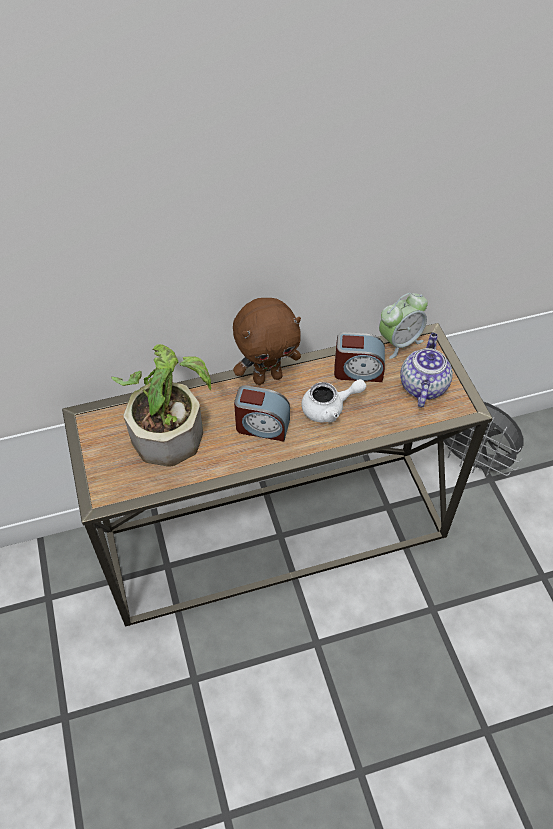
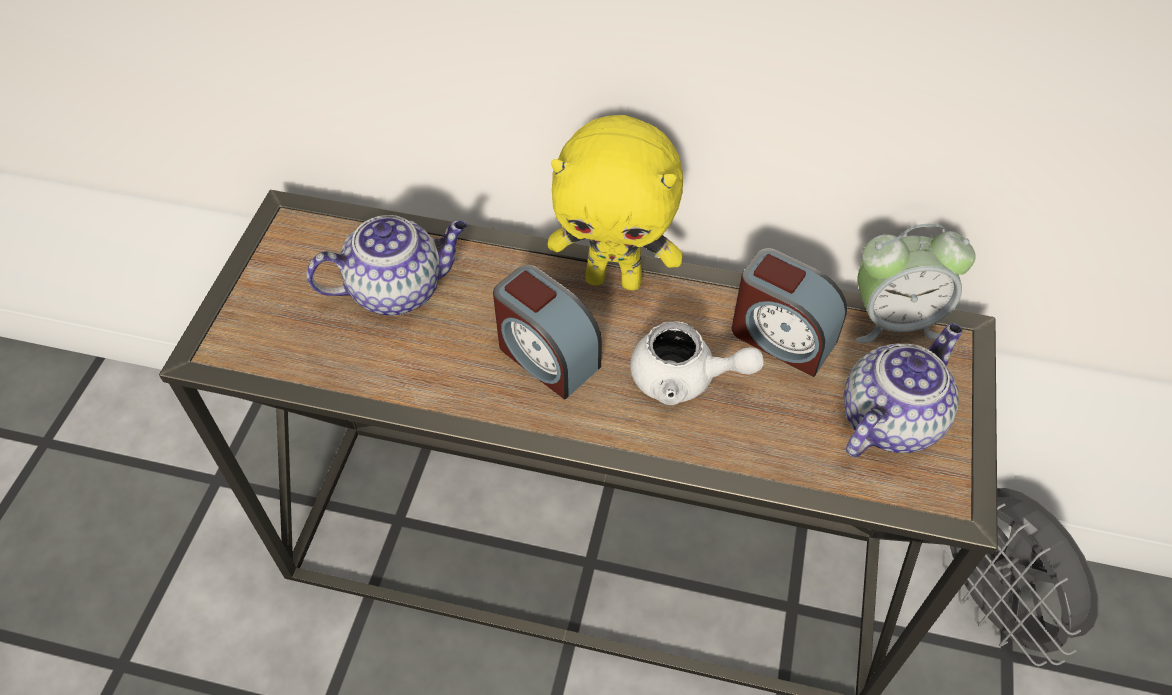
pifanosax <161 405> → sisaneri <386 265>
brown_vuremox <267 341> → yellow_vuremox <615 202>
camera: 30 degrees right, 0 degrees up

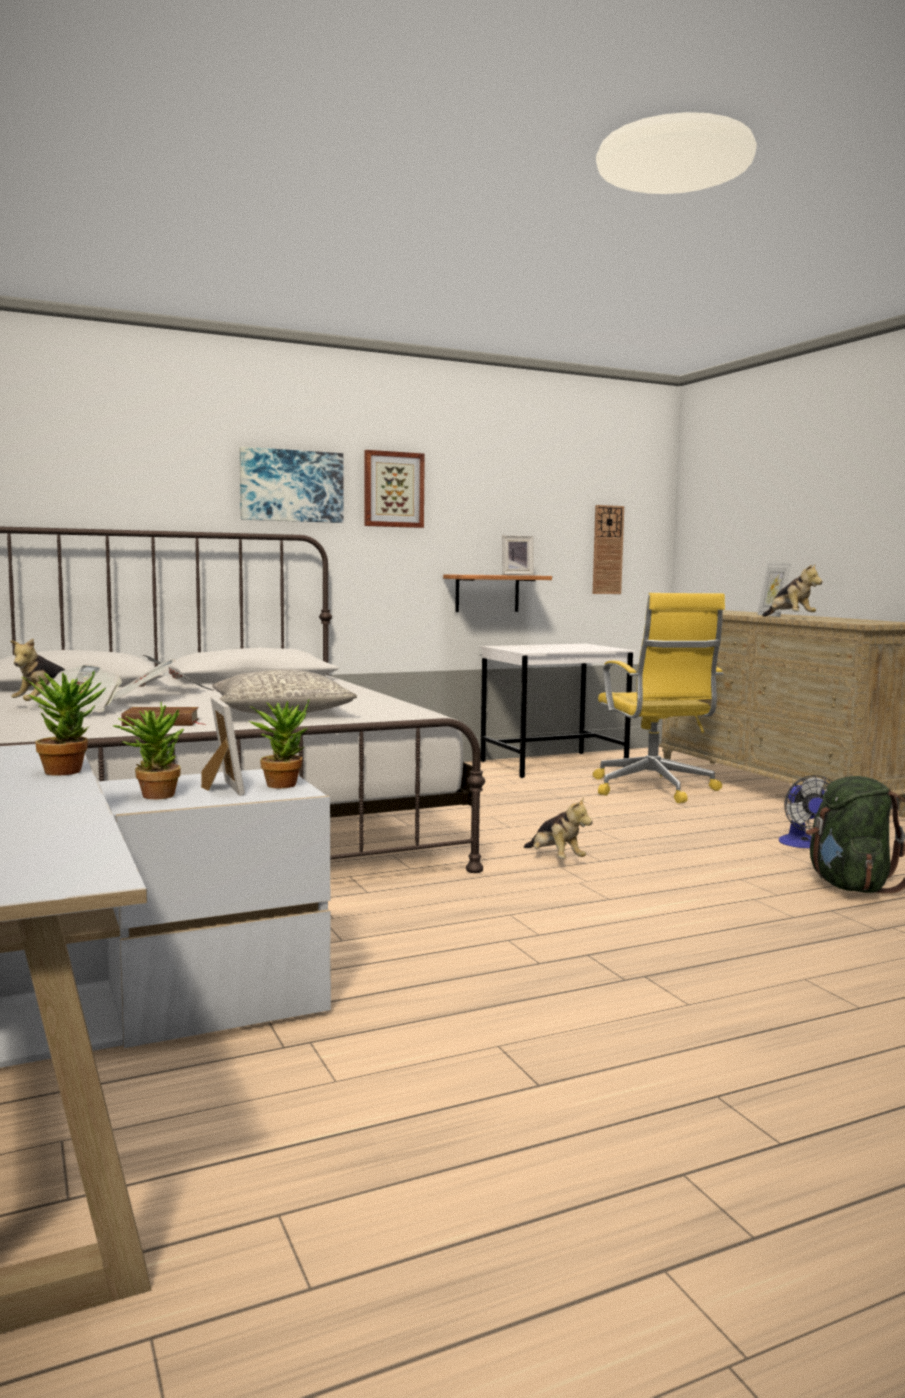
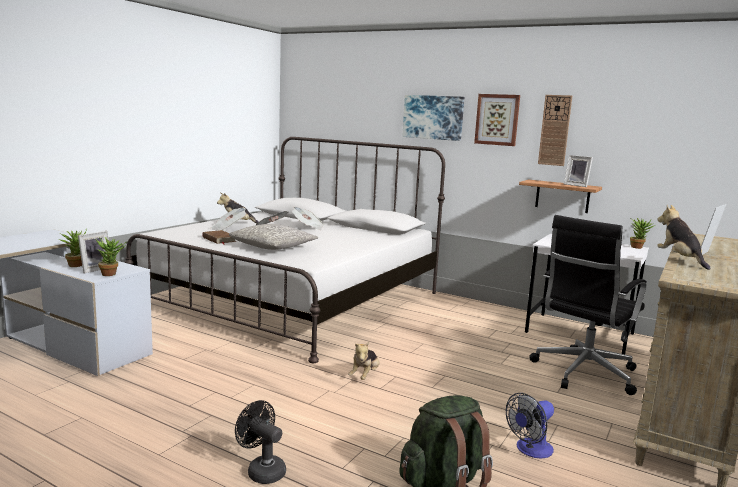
- → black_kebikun <260 442>
pifanosax <63 723> → pifanosax <642 233>, shifted
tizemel <608 549> → tizemel <555 130>, shifted
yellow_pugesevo <659 698> → black_pugesevo <588 305>
vuremox <792 590> → vuremox <684 237>, 135 degrees clockwise
camera: 55 degrees right, 5 degrees up

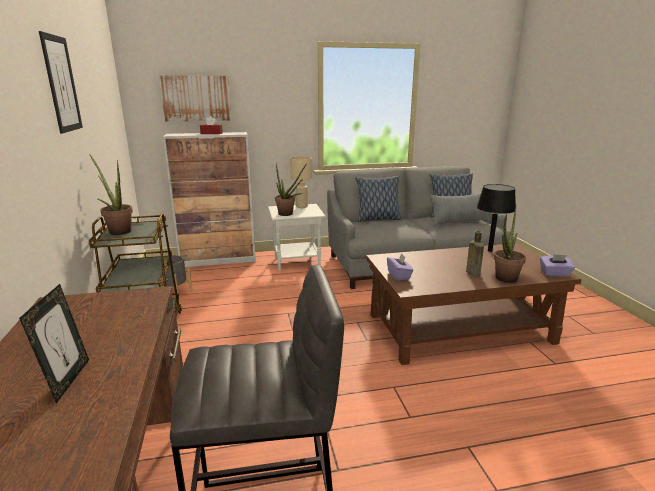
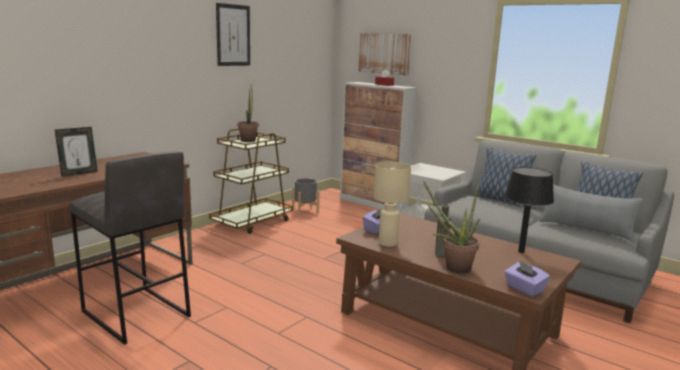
pifanosax <291 189> → -
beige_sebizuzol <301 182> → beige_sebizuzol <392 204>, shifted
camera: 50 degrees right, 5 degrees down

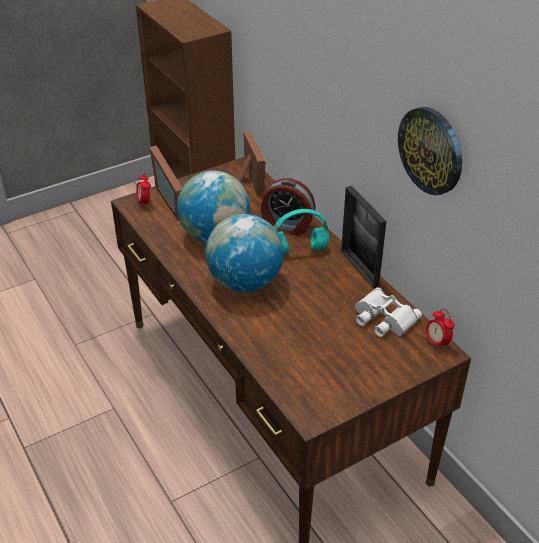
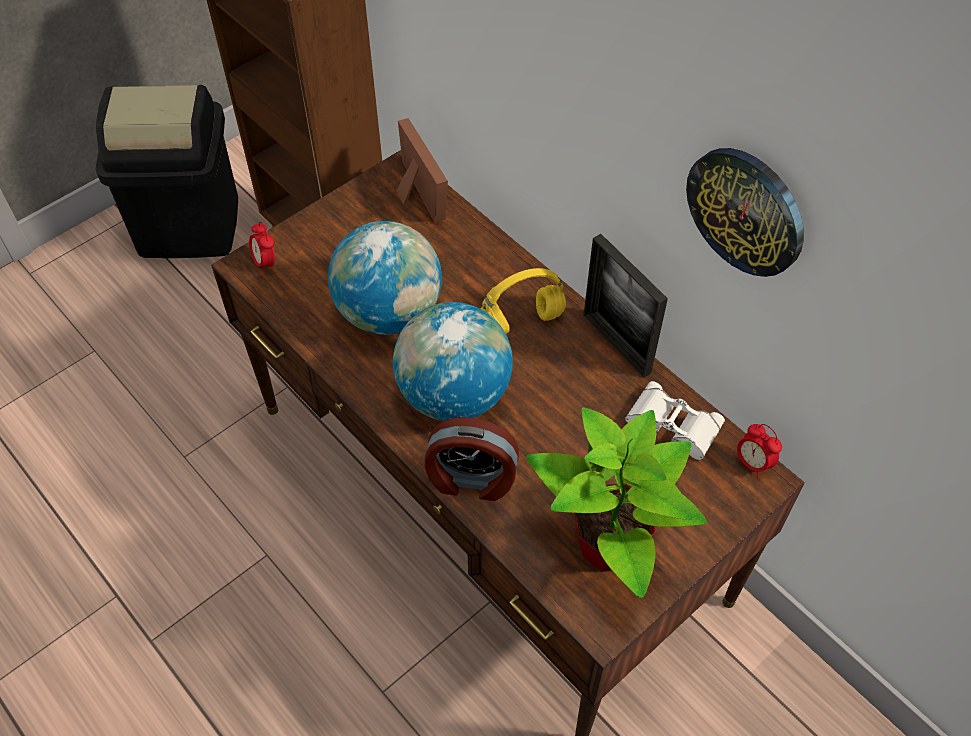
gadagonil <166 183> → -
- → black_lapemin <167 171>
- → pifanosax <616 502>
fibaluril <288 207> → fibaluril <472 459>, shifted
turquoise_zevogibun <301 231> → yellow_zevogibun <523 301>
camera: 10 degrees left, 15 degrees up

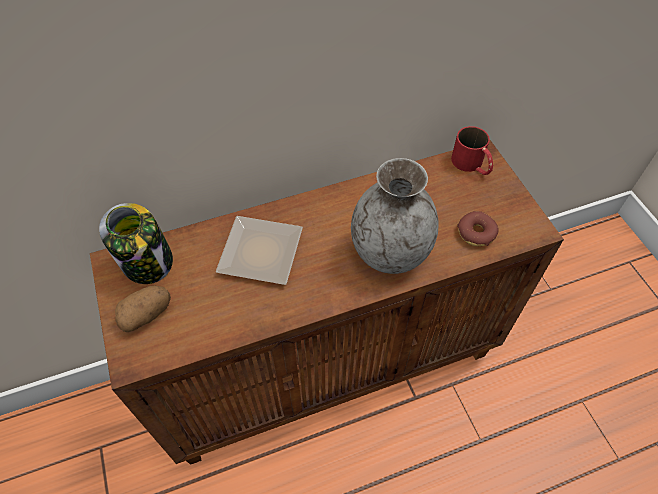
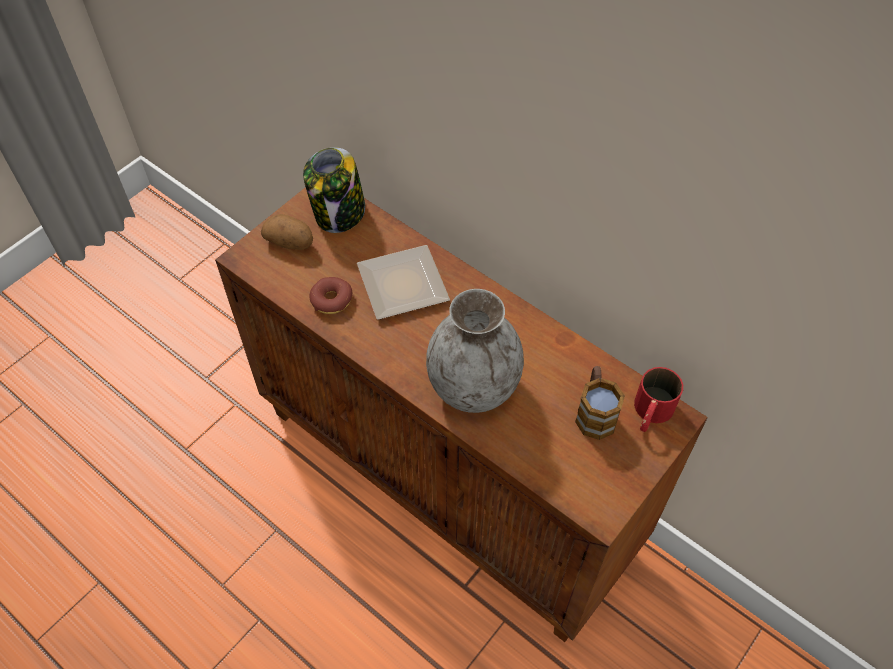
- → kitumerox <600 403>
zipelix <478 228> → zipelix <331 295>, shifted
camera: 60 degrees right, 0 degrees up

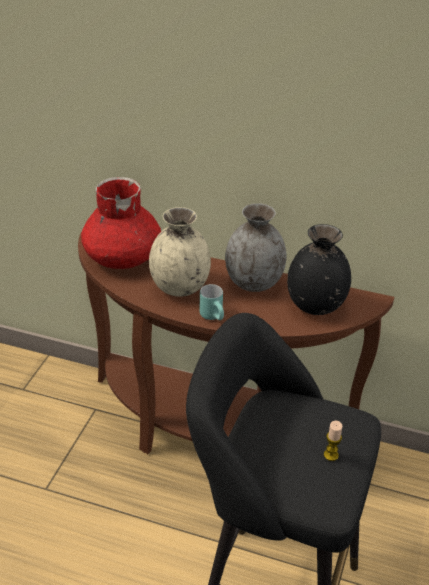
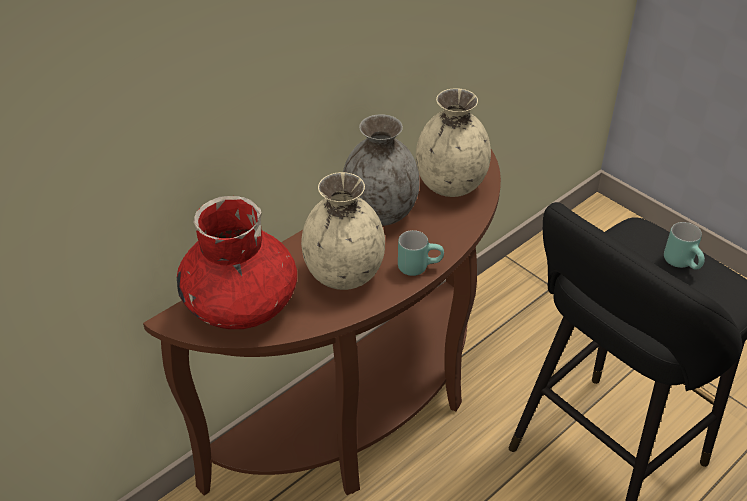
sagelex <333 441> → turquoise_kitumerox <684 246>
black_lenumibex <319 269> → beige_lenumibex <453 142>
camera: 60 degrees left, 5 degrees up

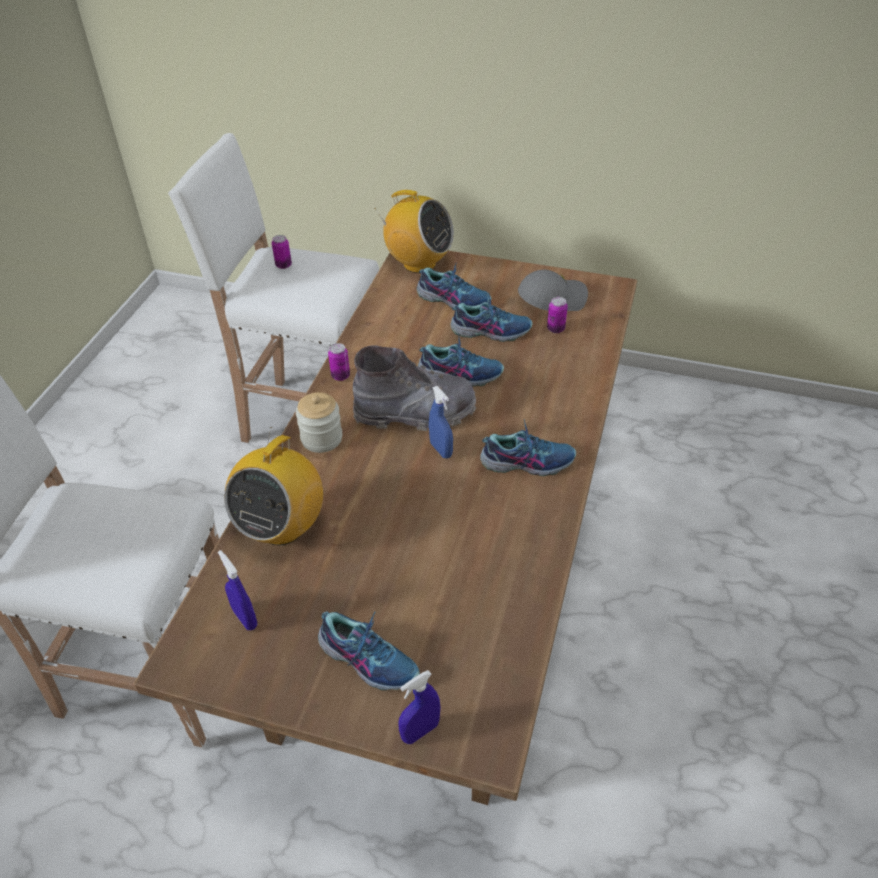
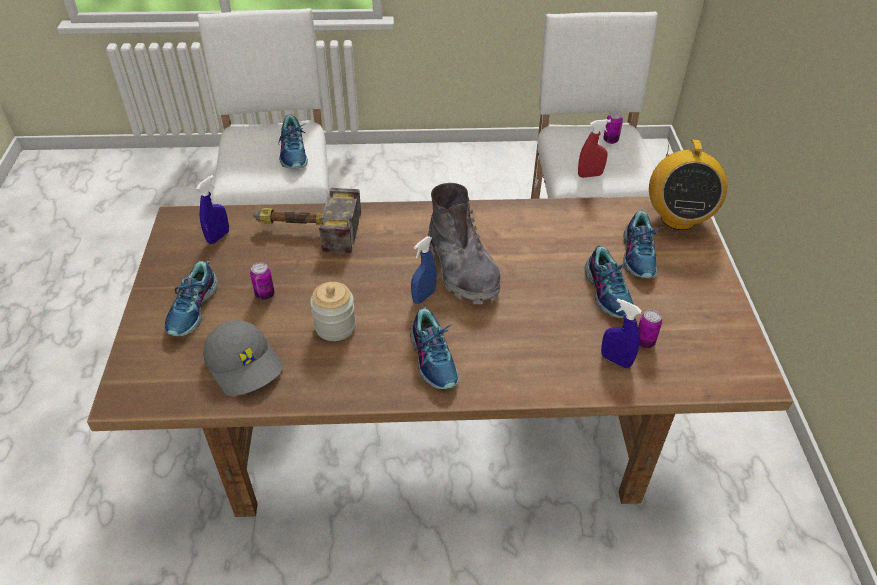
- → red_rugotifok <594 148>
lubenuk <319 422> → lubenuk <333 311>, shifted
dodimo <339 362> → dodimo <262 281>, shifted
blue_rugotifok <419 707> → blue_rugotifok <621 333>, shifted
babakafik <461 360> → babakafik <293 141>, shifted
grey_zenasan <553 290> → grey_zenasan <243 358>, shifted
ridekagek <273 486> → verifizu <307 220>
camera: 70 degrees right, 0 degrees up

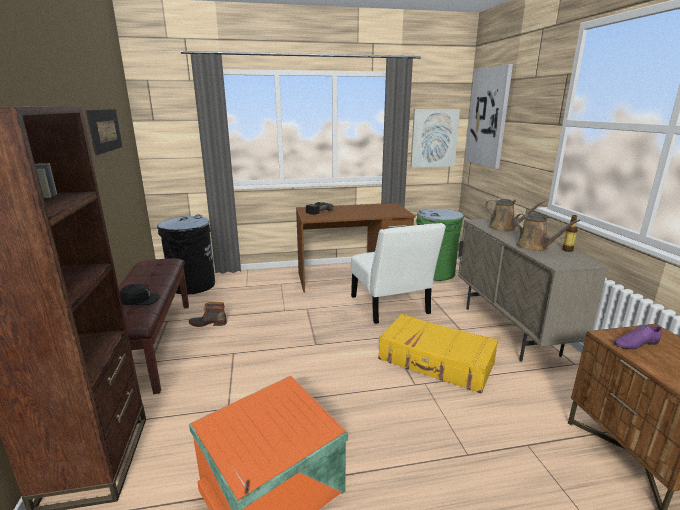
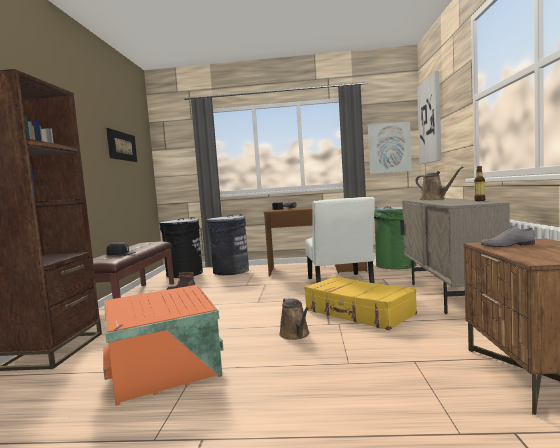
- → grey_lapemin <227 244>
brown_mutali <547 232> → brown_mutali <294 319>, shifted
purple_babakafik <638 337> → grey_babakafik <508 236>
camera: 15 degrees right, 15 degrees down

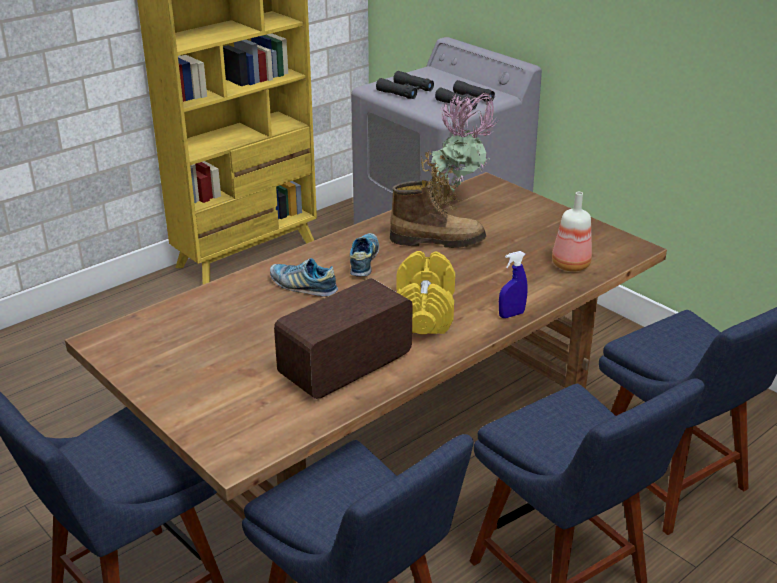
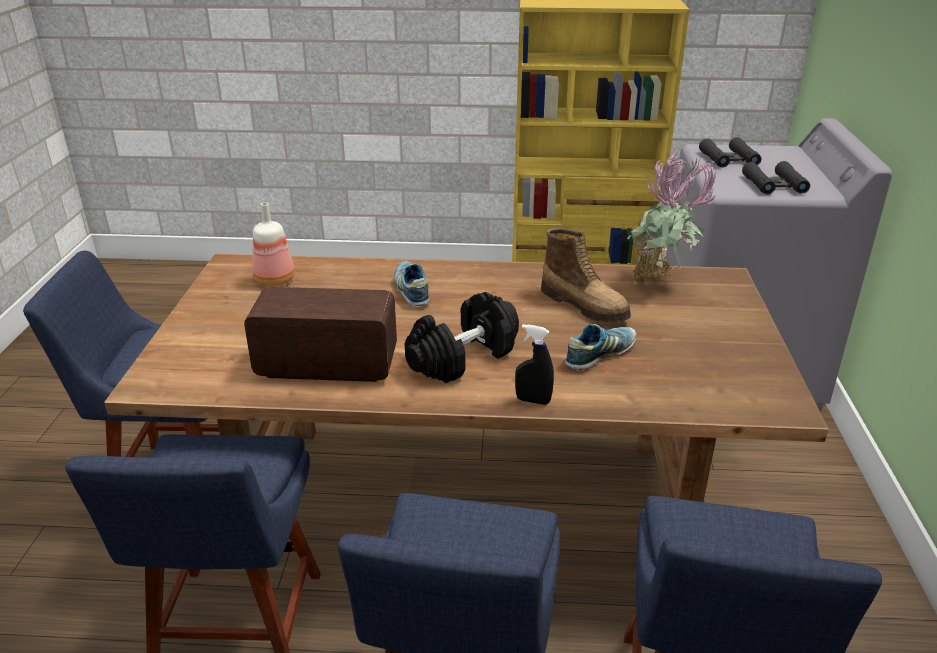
babakafik <364 254> → babakafik <600 347>, shifted
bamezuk <572 232> → bamezuk <274 244>, shifted
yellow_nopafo <426 293> → black_nopafo <462 337>
blue_rugotifok <513 284> → black_rugotifok <534 364>
camera: 45 degrees right, 0 degrees up

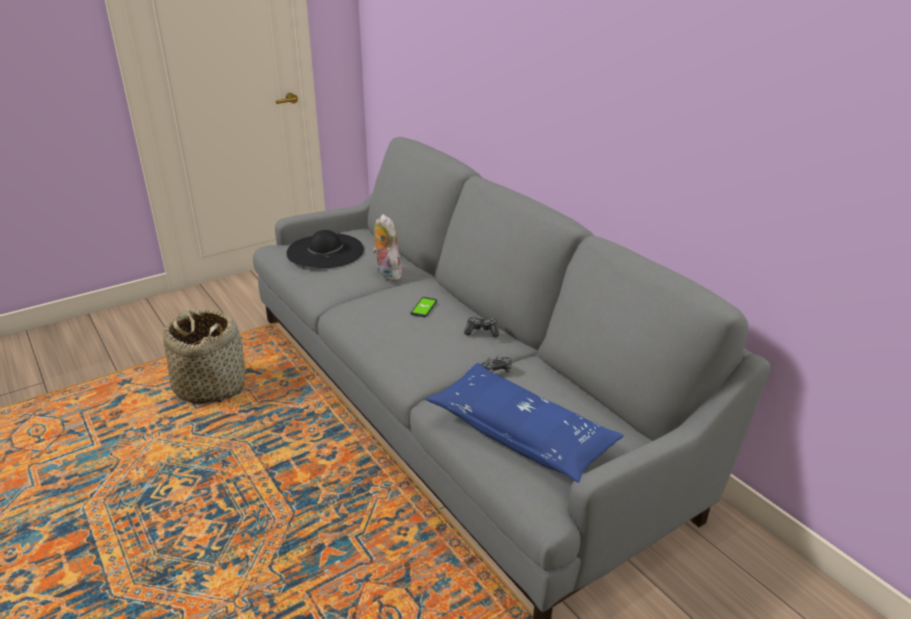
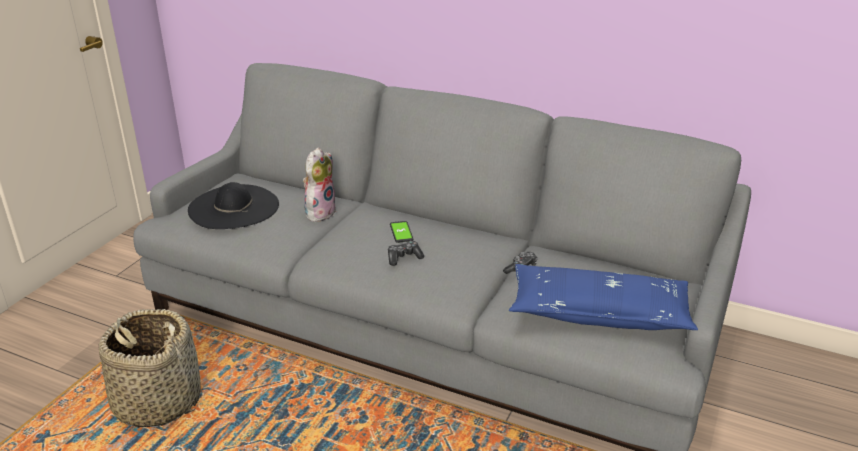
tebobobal <481 327> → tebobobal <406 253>, shifted
vuremox <387 247> → vuremox <320 184>, 90 degrees clockwise
camera: 30 degrees left, 0 degrees up

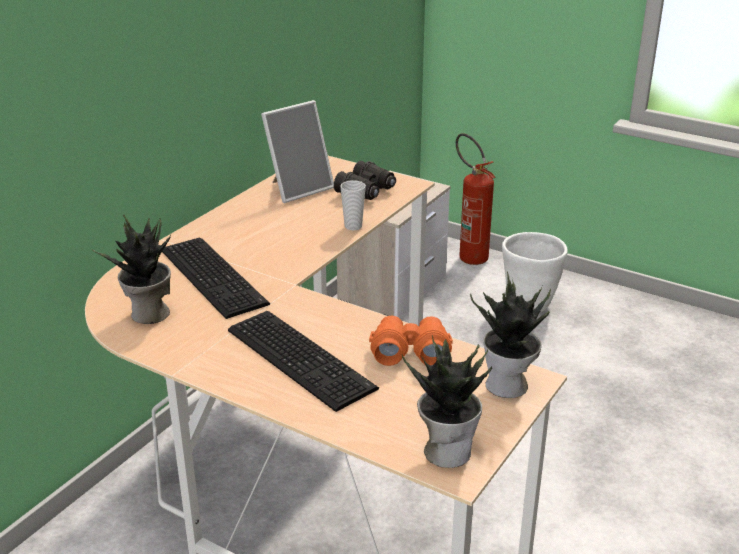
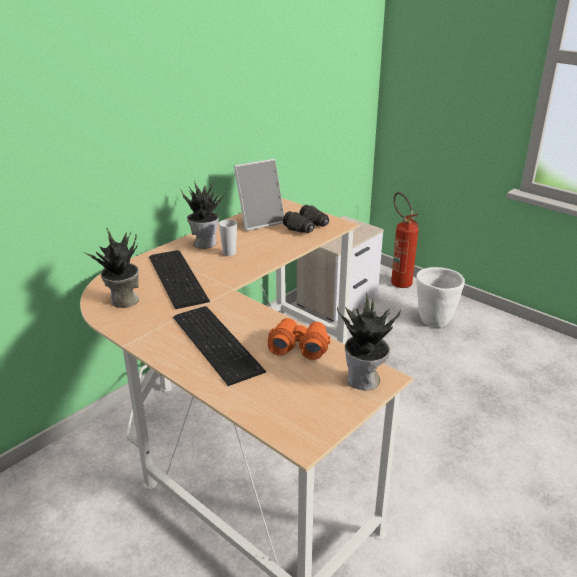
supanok <353 205> → supanok <228 237>, shifted
pifanosax <447 402> → pifanosax <203 214>, shifted
camera: 10 degrees right, 0 degrees up

